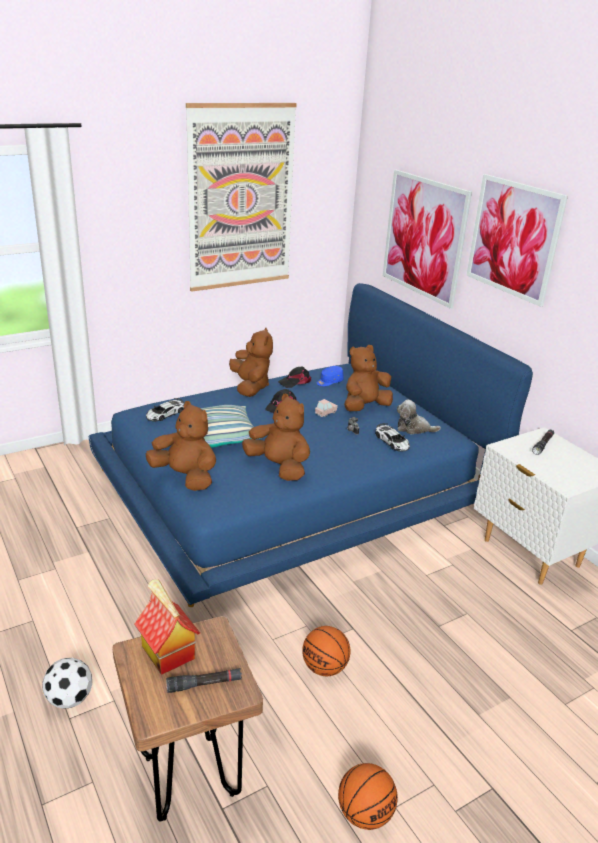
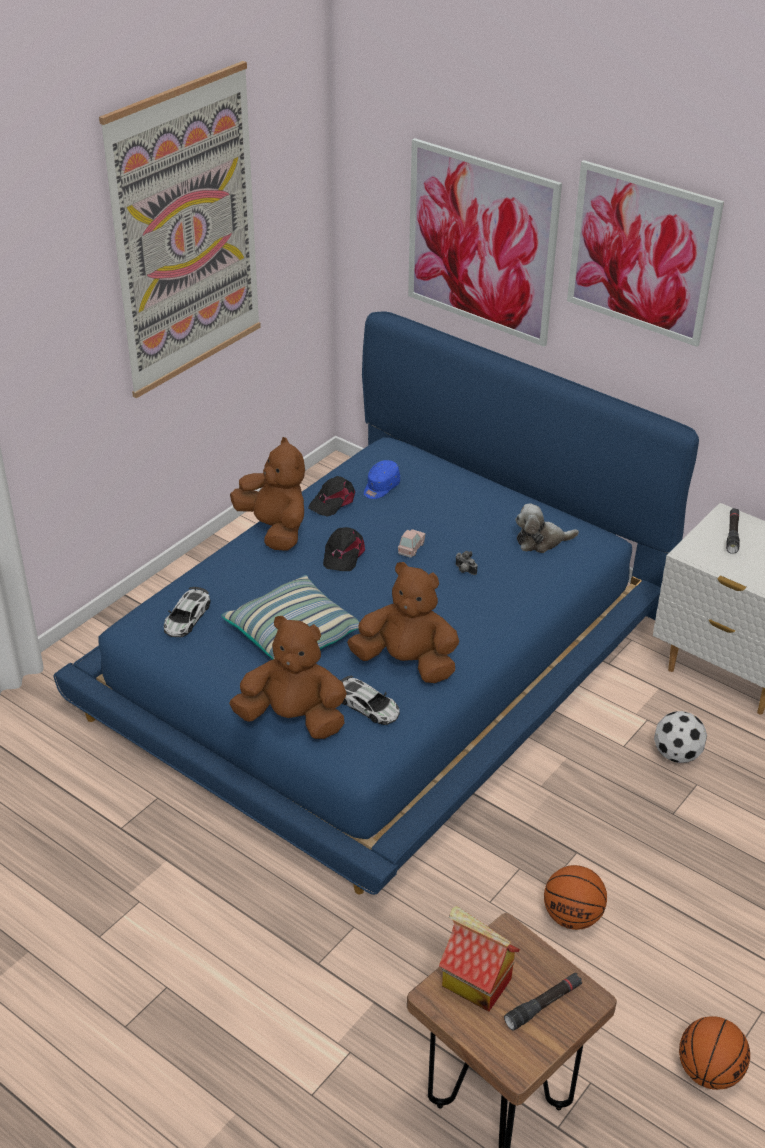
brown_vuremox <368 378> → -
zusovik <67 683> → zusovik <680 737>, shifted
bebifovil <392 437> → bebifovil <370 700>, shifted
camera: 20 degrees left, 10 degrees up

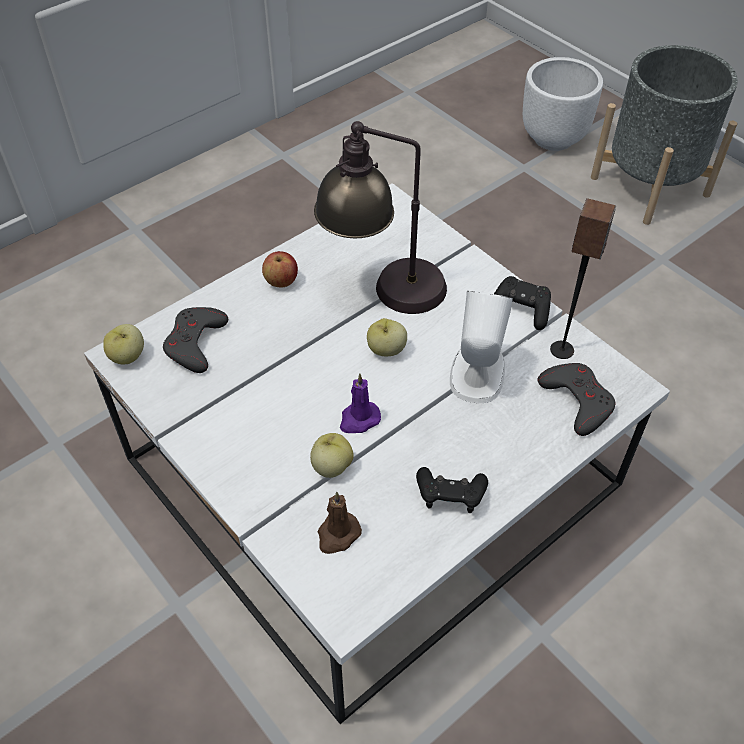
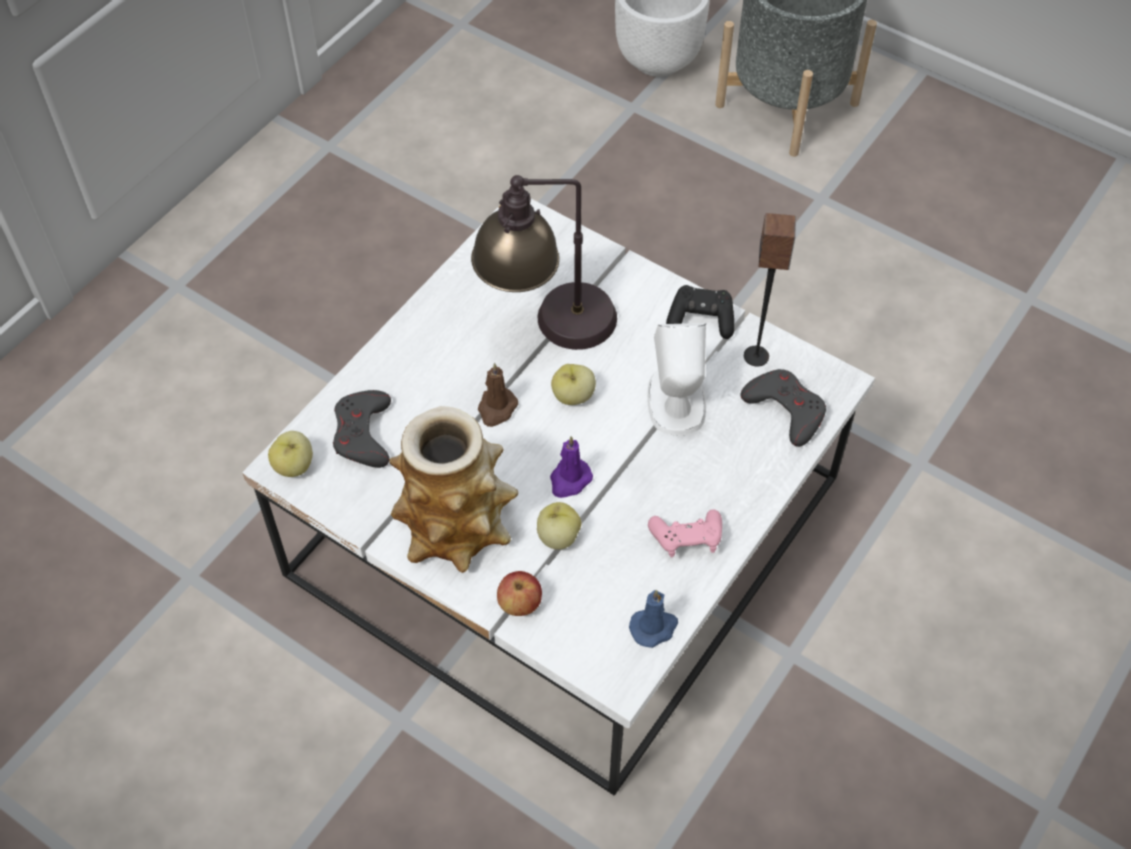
- → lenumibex <453 489>
- → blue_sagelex <653 619>
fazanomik <280 269> → fazanomik <519 593>, shifted
brown_sagelex <340 523> → brown_sagelex <498 395>, shifted
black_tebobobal <452 490> → pink_tebobobal <685 533>
camera: 15 degrees left, 5 degrees up

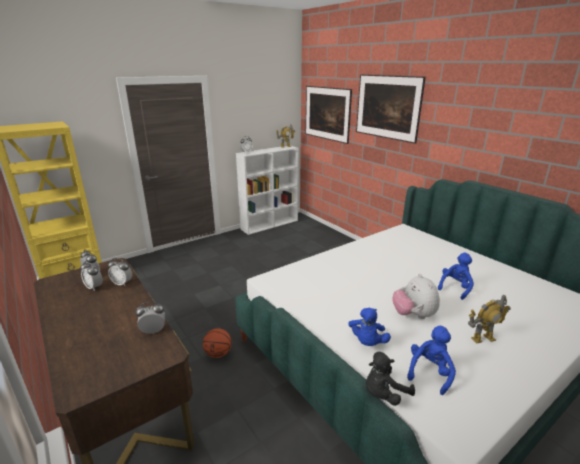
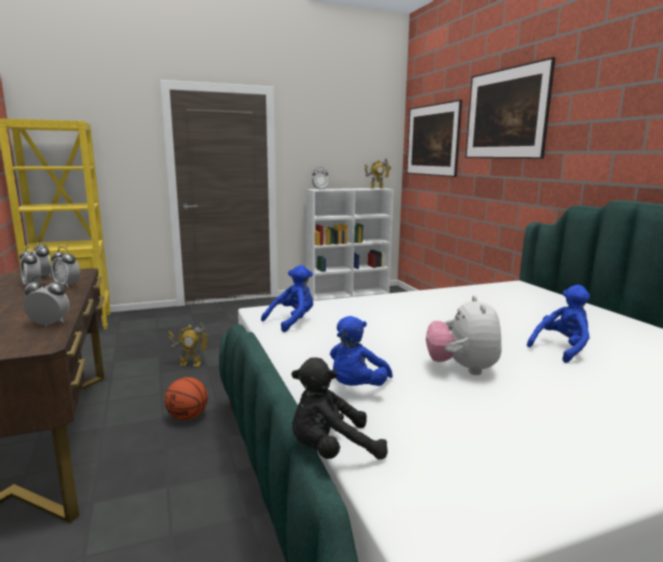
blue_vuremox <431 360> → blue_vuremox <287 298>, shifted
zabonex <489 318> → zabonex <189 345>, shifted
camera: 15 degrees right, 10 degrees down

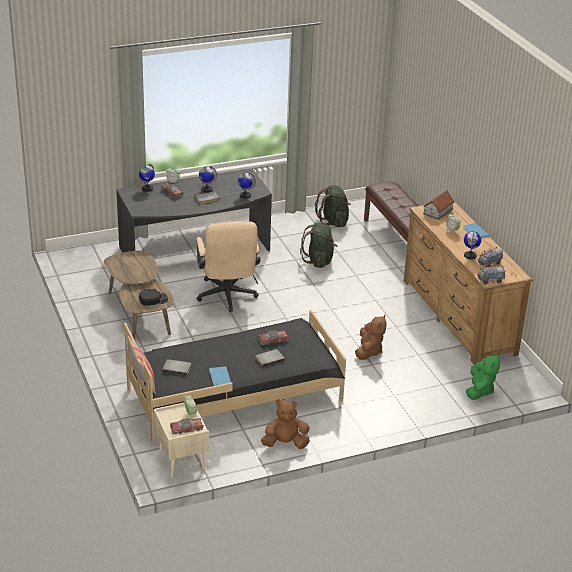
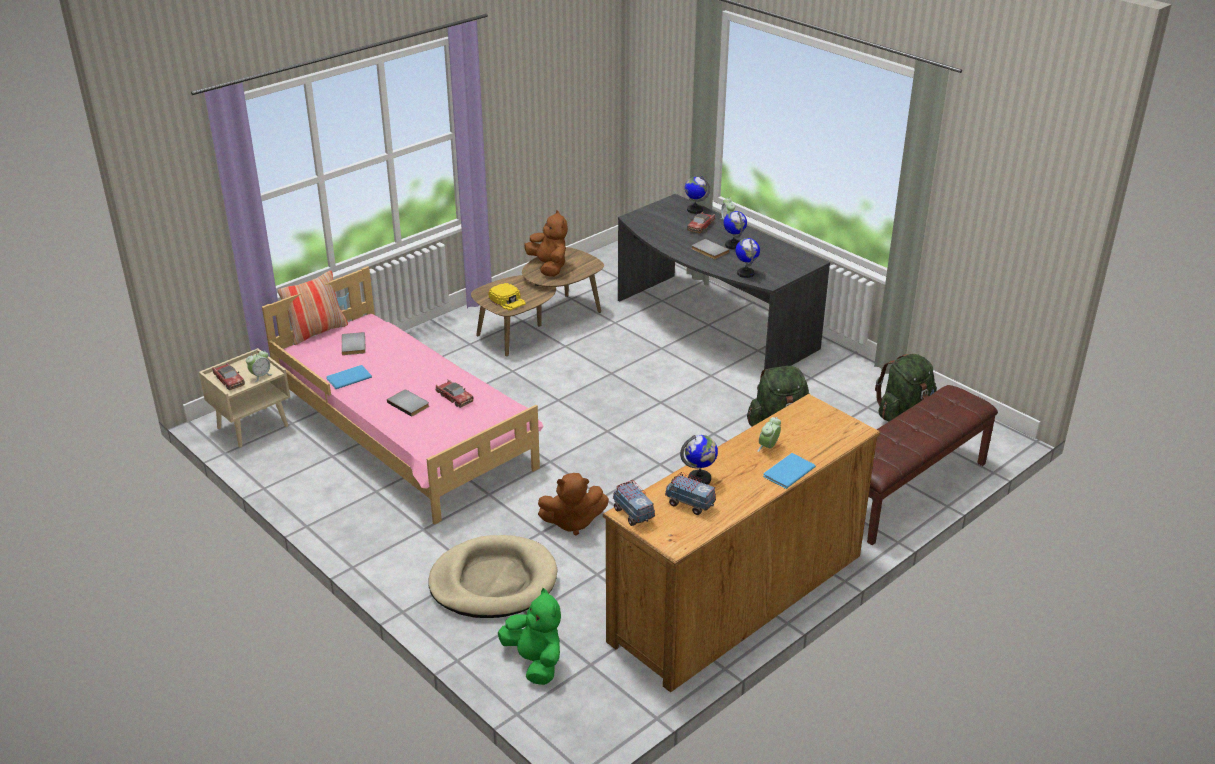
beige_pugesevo <228 266> → -
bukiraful <439 205> → -
- → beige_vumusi <493 576>
brown_vuremox <285 424> → brown_vuremox <546 243>, shifted
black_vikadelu <235 377> → pink_vikadelu <402 395>
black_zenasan <153 297> → yellow_zenasan <507 297>
green_vuremox <483 377> → green_vuremox <529 636>, 120 degrees counterclockwise
camera: 70 degrees right, 0 degrees up

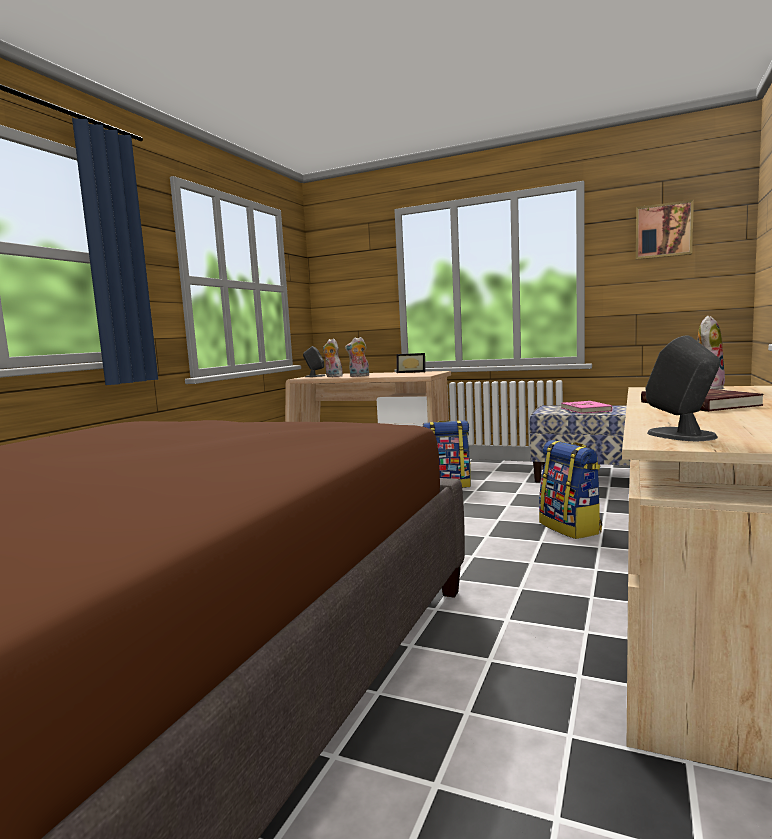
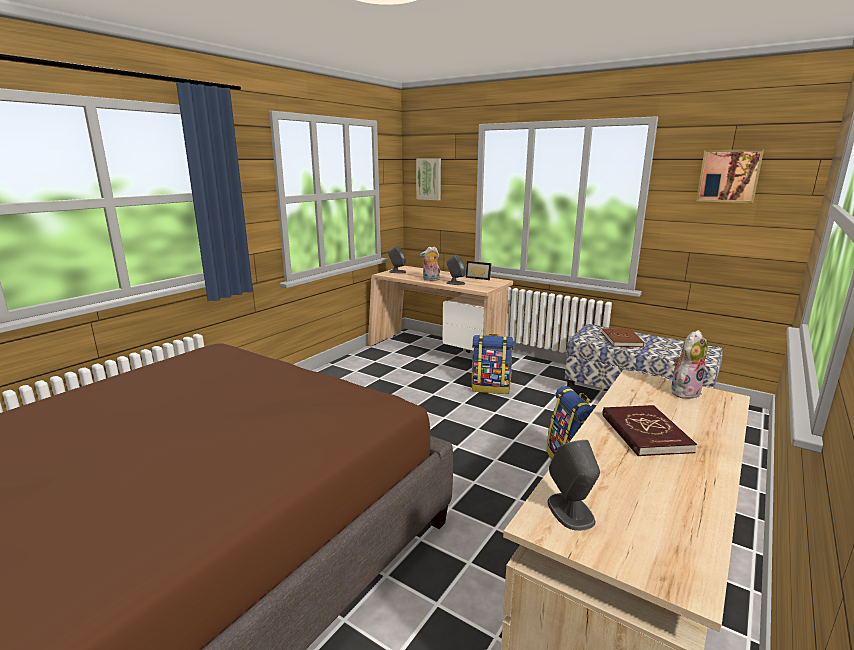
vuremox <333 357> → -
- → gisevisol <428 179>
- → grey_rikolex <456 270>
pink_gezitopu <586 407> → brown_gezitopu <623 337>
camera: 10 degrees right, 10 degrees up

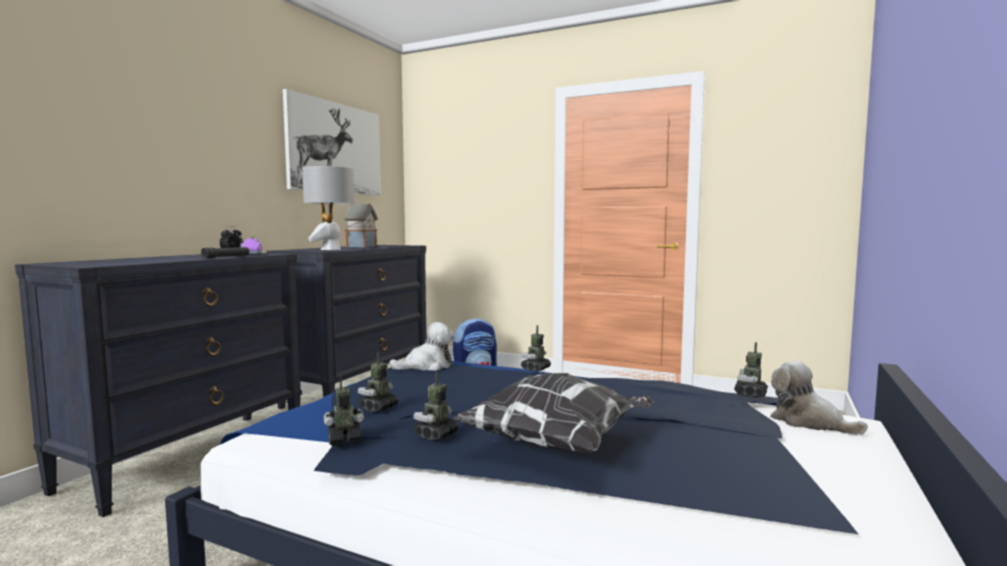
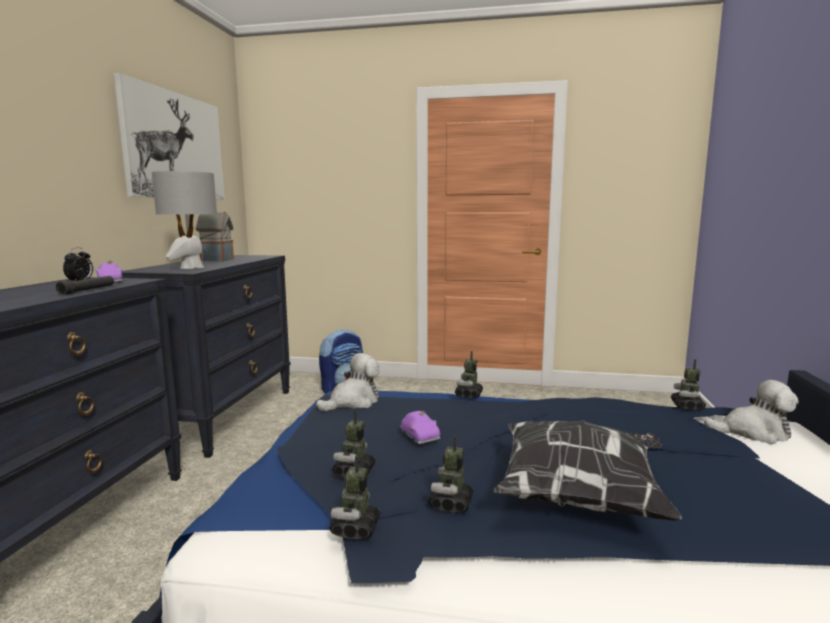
- → purple_bebifovil <420 427>
zabonex <344 411> → zabonex <355 497>, 45 degrees counterclockwise
vuremox <819 398> → vuremox <751 412>, 150 degrees clockwise
camera: 15 degrees left, 5 degrees up

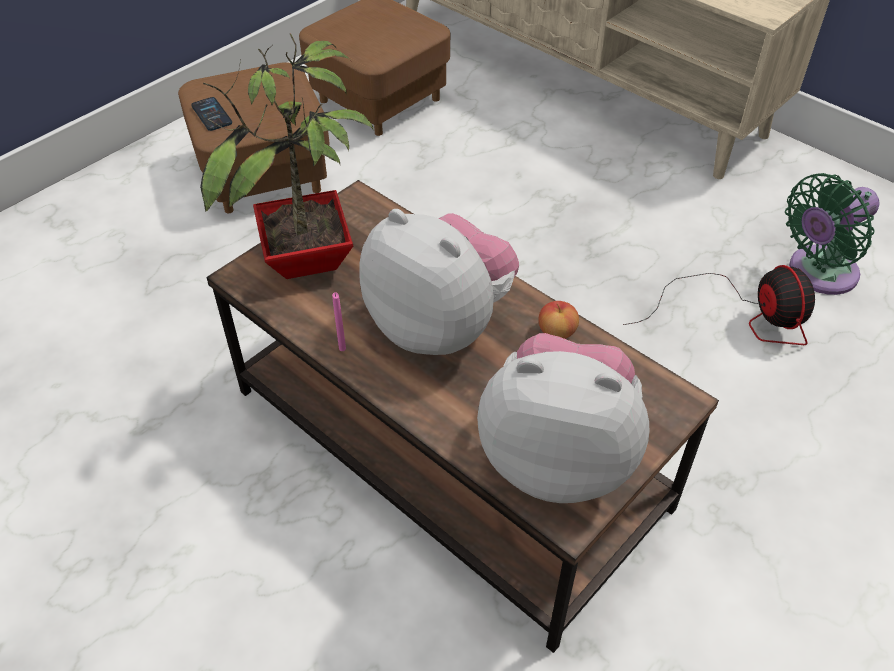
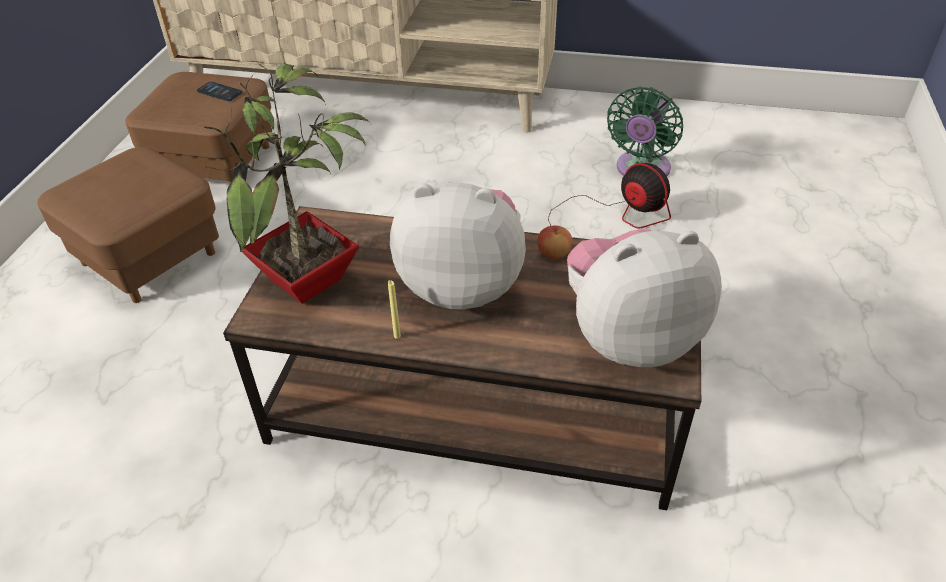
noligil <211 114> → noligil <219 91>, shifted
pink_sagelex <339 321> → yellow_sagelex <394 309>
camera: 30 degrees left, 5 degrees down

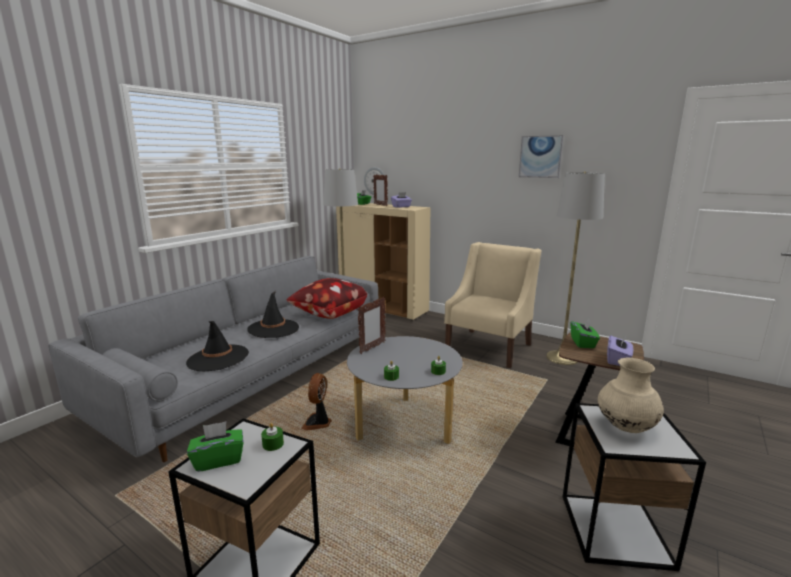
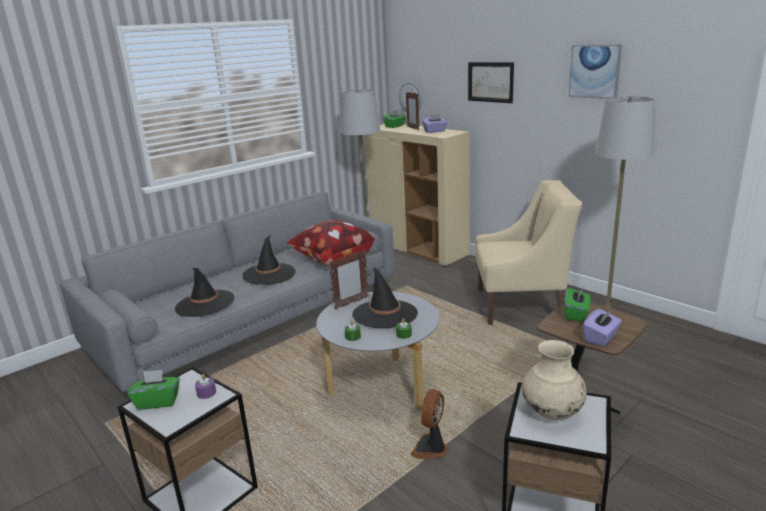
- → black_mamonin <385 297>
- → gisevisol <491 82>
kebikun <317 401> → kebikun <430 424>, shifted
green_sagelex <272 437> → purple_sagelex <205 386>
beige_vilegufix <492 305> → beige_vilegufix <529 252>, 45 degrees clockwise
camera: 15 degrees right, 5 degrees up

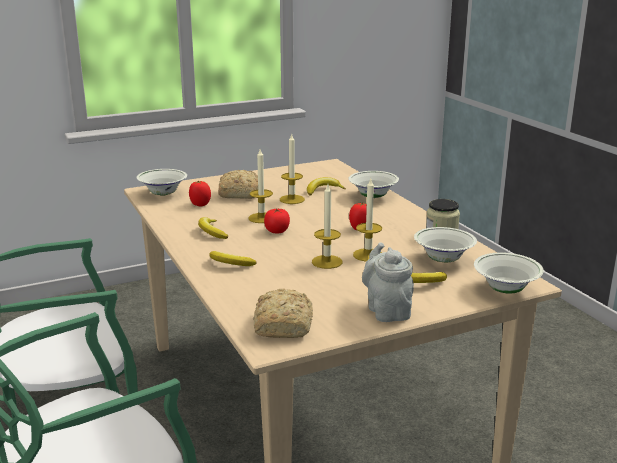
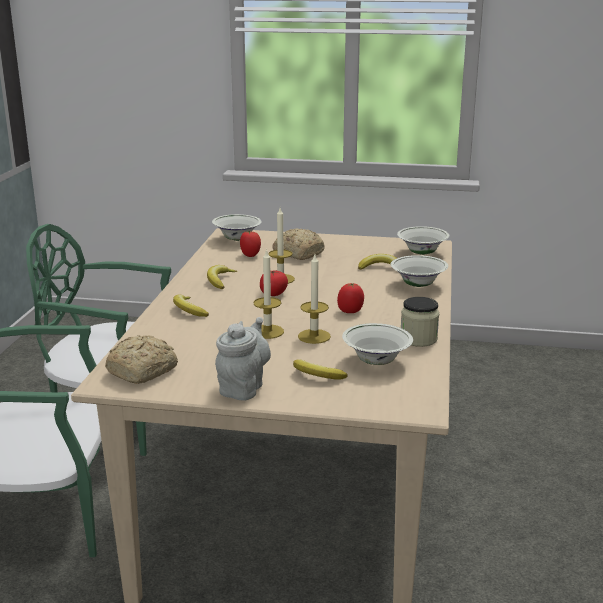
sagelex <292 168> → -
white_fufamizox <509 273> → white_fufamizox <423 240>, shifted
camera: 35 degrees right, 0 degrees up

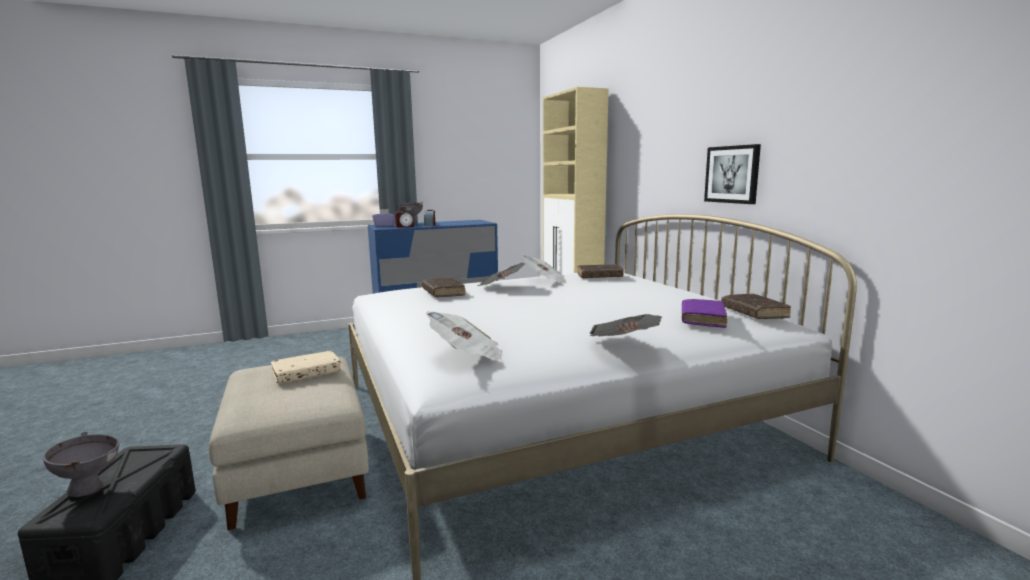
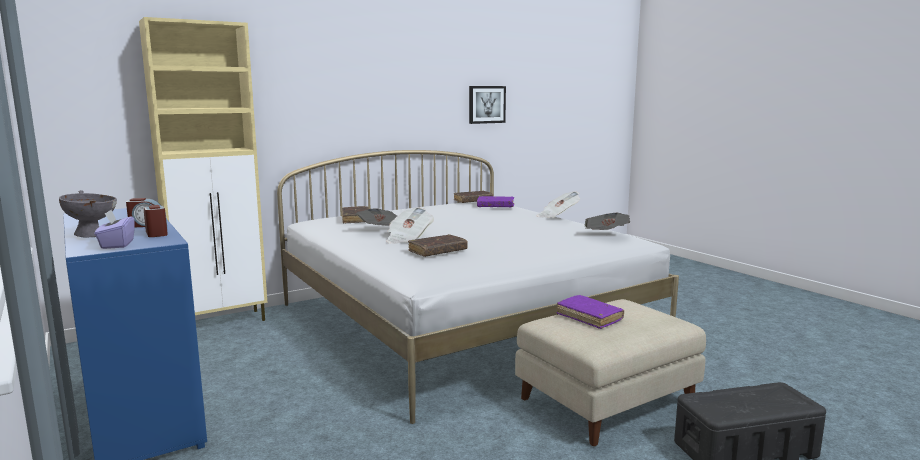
grey_fufamizox <81 464> → -
gisevisol <732 174> → gisevisol <487 105>, shifted
beige_gezitopu <306 367> → purple_gezitopu <590 312>
camera: 100 degrees left, 0 degrees up

